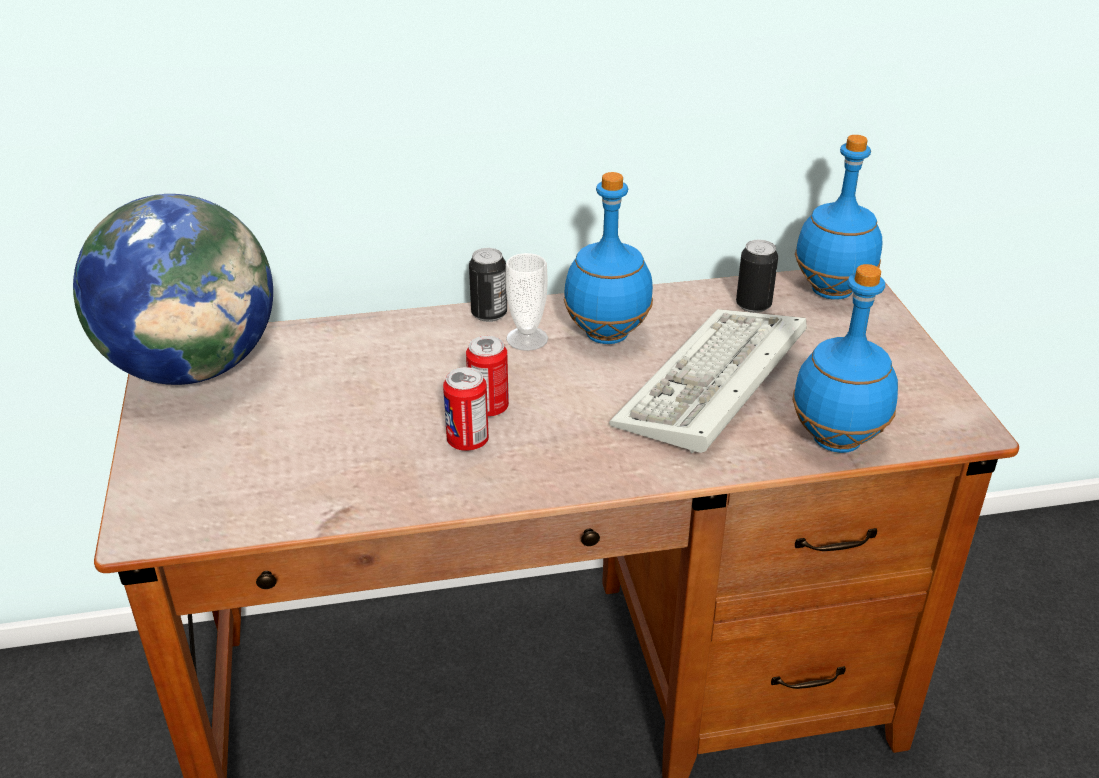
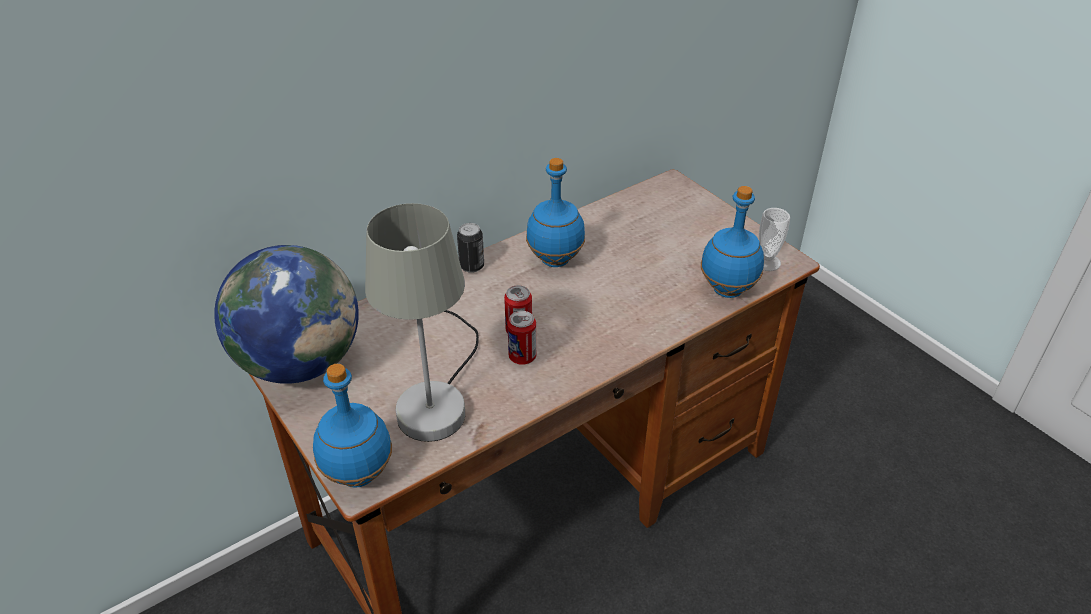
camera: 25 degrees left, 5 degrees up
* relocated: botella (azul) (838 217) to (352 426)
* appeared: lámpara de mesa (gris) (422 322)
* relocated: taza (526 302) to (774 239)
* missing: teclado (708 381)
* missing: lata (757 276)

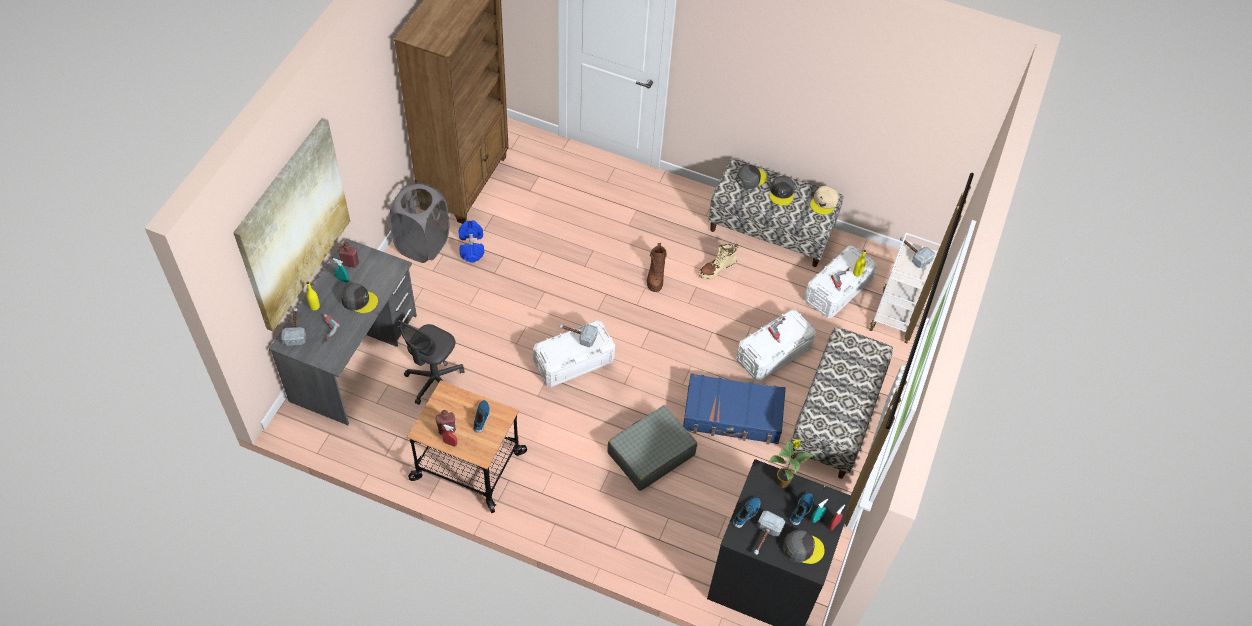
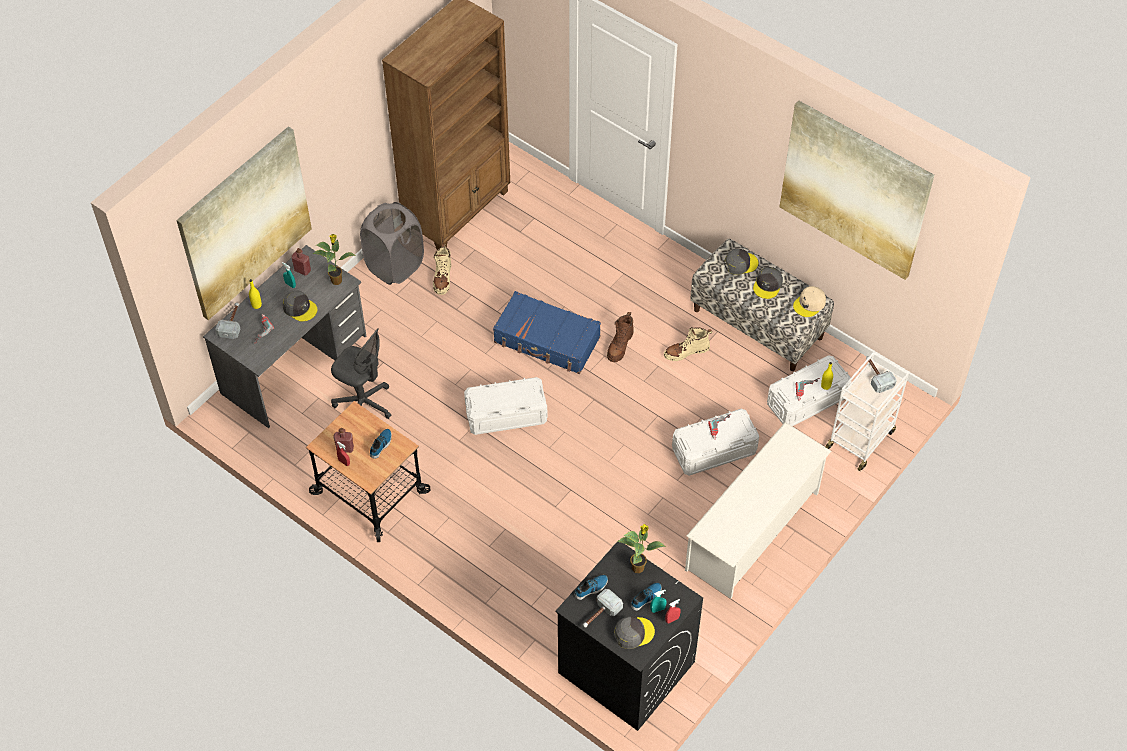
camera: 20 degrees right, 0 degrees up
* appeared: planta en maceta (333 259)
* spun: silla de oficina (gris) (431 362) = (361 373) 105 degrees counterclockwise
* exchanged: mancuerna (azul) (471 241) to bota (beis) (442 269)
* relocated: maleta (azul) (734 409) to (547 332)
* spun: gorra (gris) (804 547) = (634 632) 45 degrees counterclockwise
* exchanged: banco (842 403) to zapatero (blanco) (758 510)
* appeared: cuadro (857 190)
* missing: martillo (578 335)
* missing: maleta (gris) (652 448)

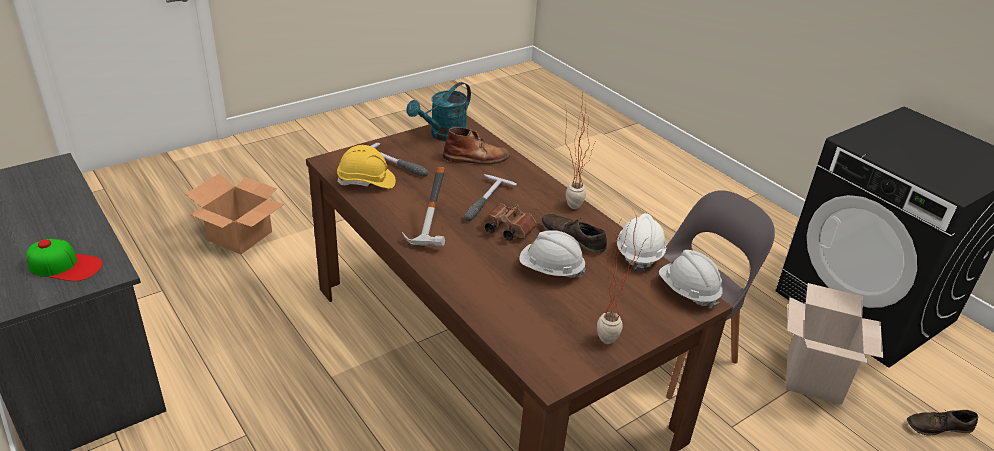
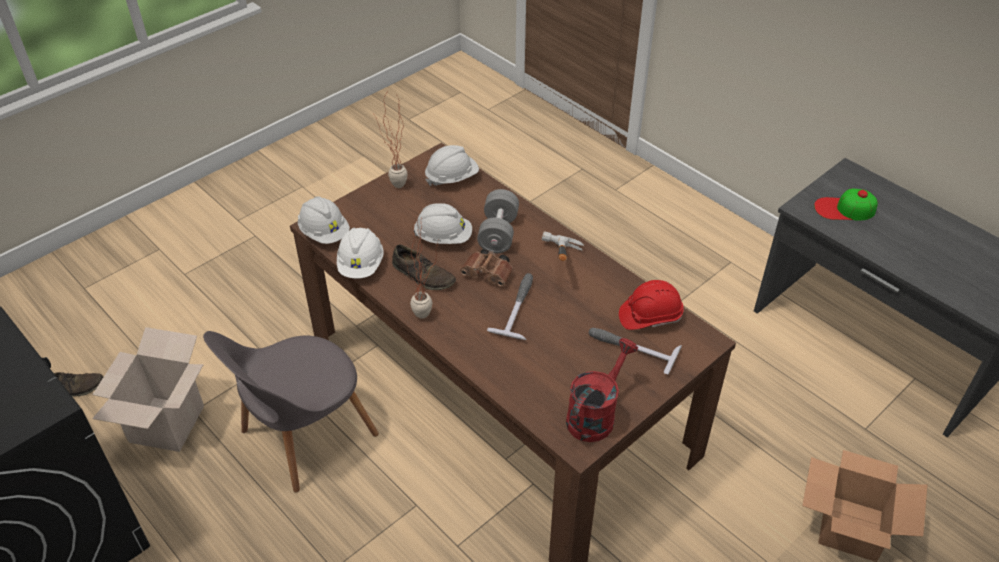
camera: 175 degrees right, 10 degrees up
* appeared: casco (blanco) (452 165)
* appeared: mancuerna (gris) (498 221)
* colour: regadera (turquesa) (438 112) to regadera (rojo) (602 390)
* colour: casco (amarillo) (366 167) to casco (rojo) (651 305)
* missing: bota (marrón) (476 145)

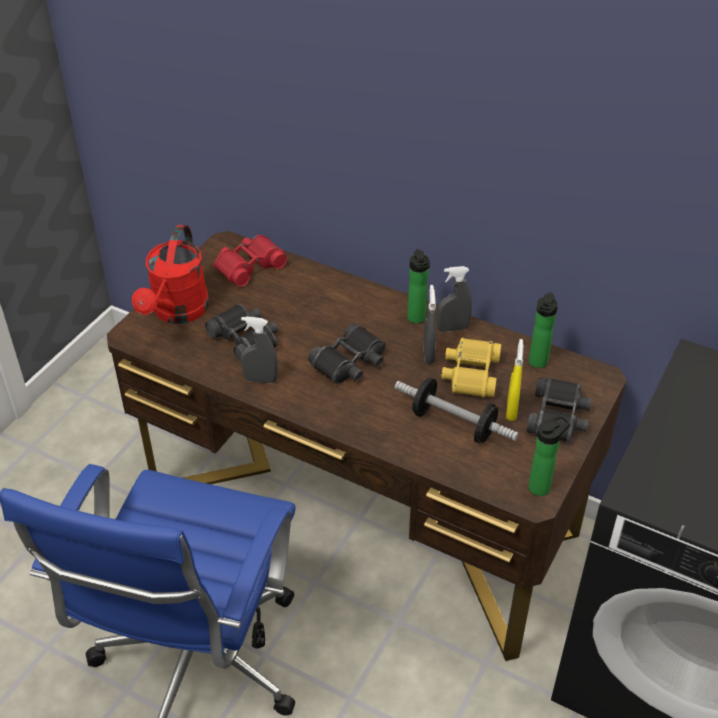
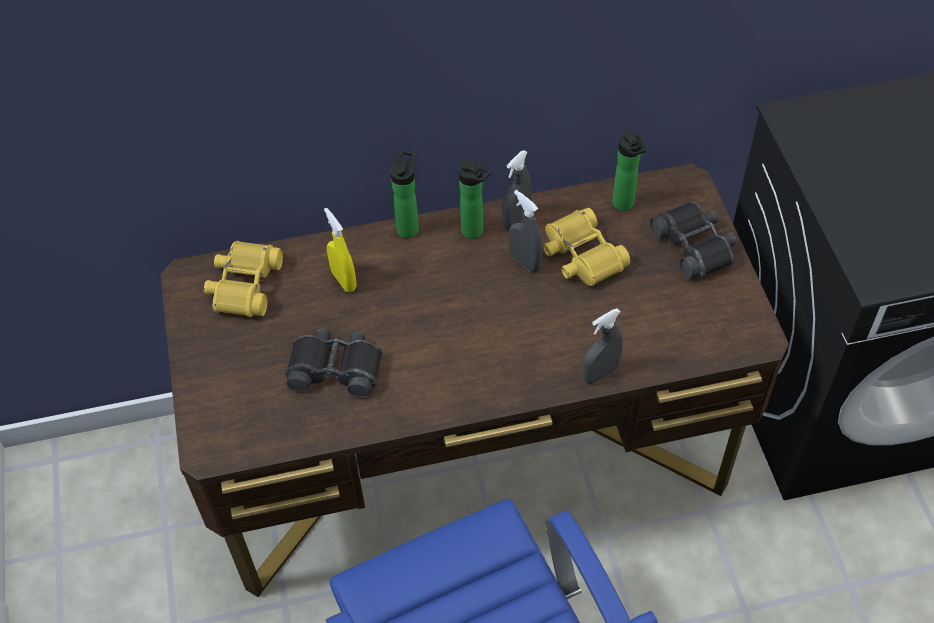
camera: 40 degrees left, 10 degrees up
* colour: prismáticos (rojo) (250 261) to prismáticos (amarillo) (243 279)
* relocated: pulverizador (amarillo) (515 380) to (340 250)
* relocated: botella (550 455) to (404 194)
* relocated: pulverizador (gris) (259 349) to (603 346)
* missing: regadera (rojo) (170 274)
* missing: prismáticos (negro) (347 353)
* missing: mancuerna (456 410)

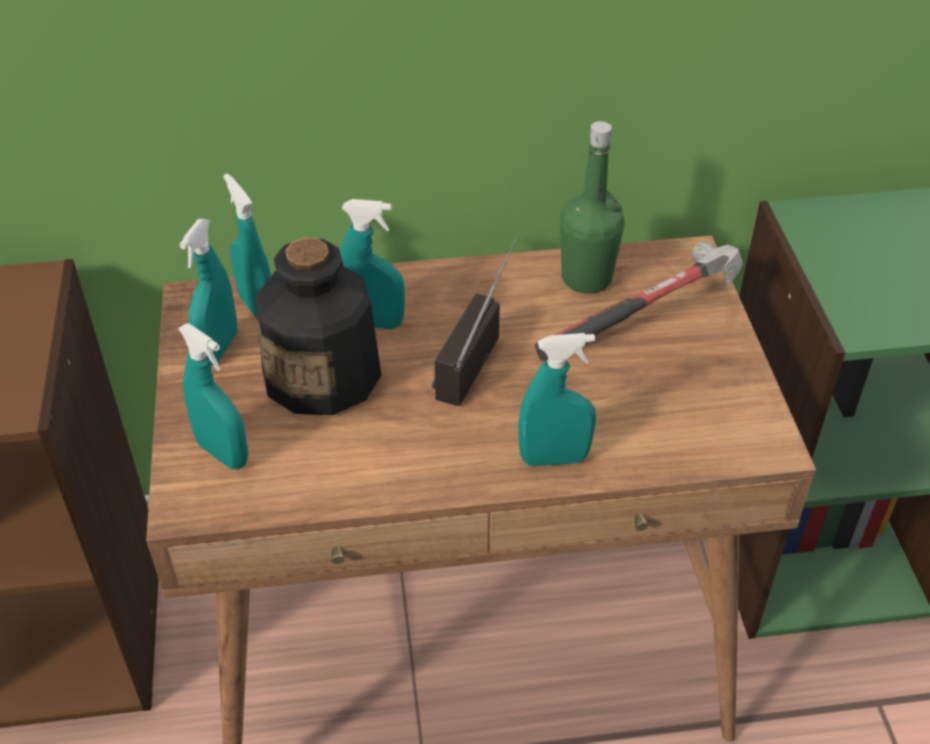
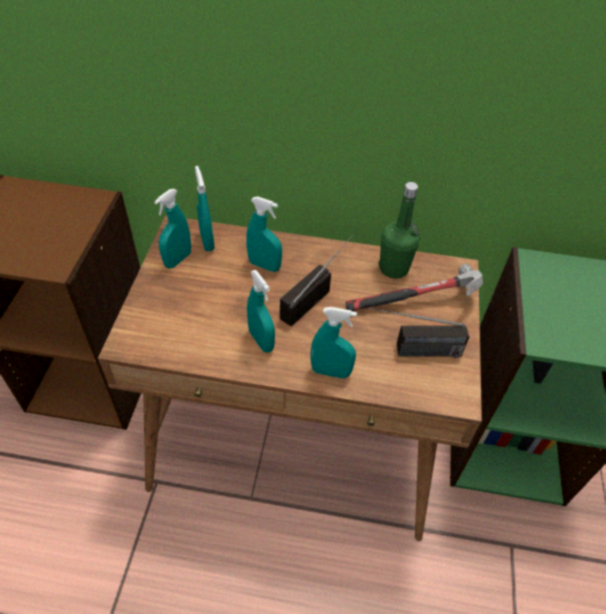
camera: 15 degrees right, 5 degrees up
* relocated: pulverizador (turquesa) (213 396) to (261 311)
* appeared: radio (419 333)
* missing: botella (318 326)

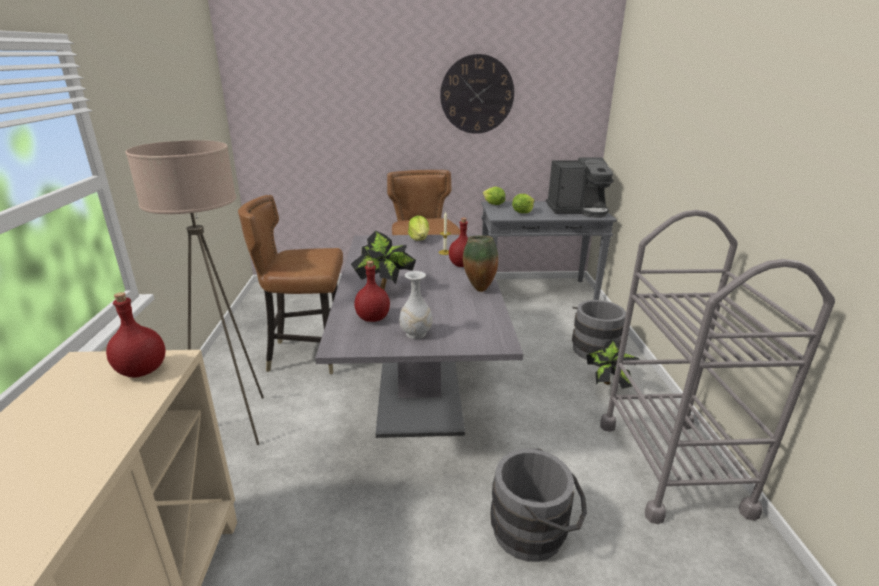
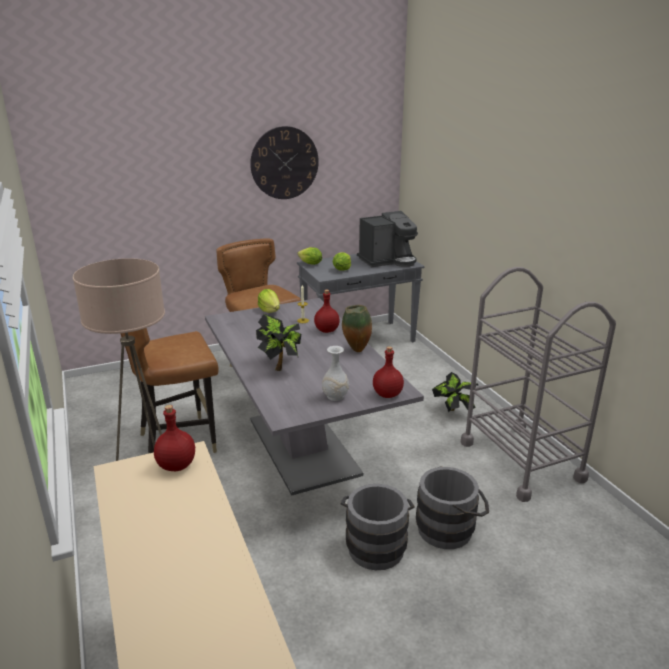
camera: 20 degrees left, 0 degrees up
* relocated: cubo (gris) (599 330) to (378 527)
* relocated: botella (rojo) (372 291) to (388 372)

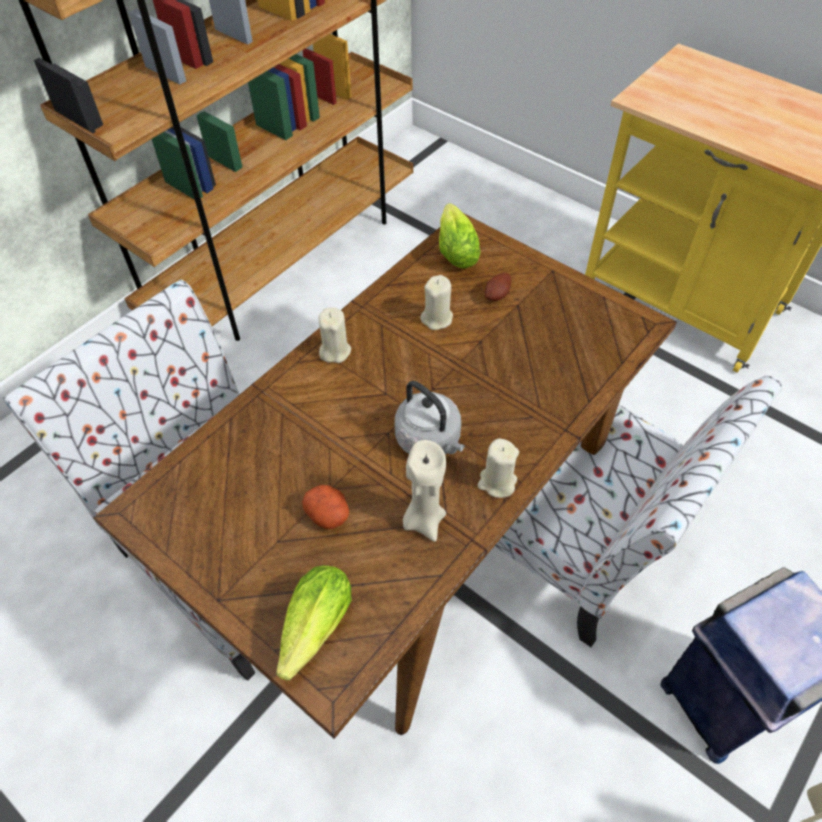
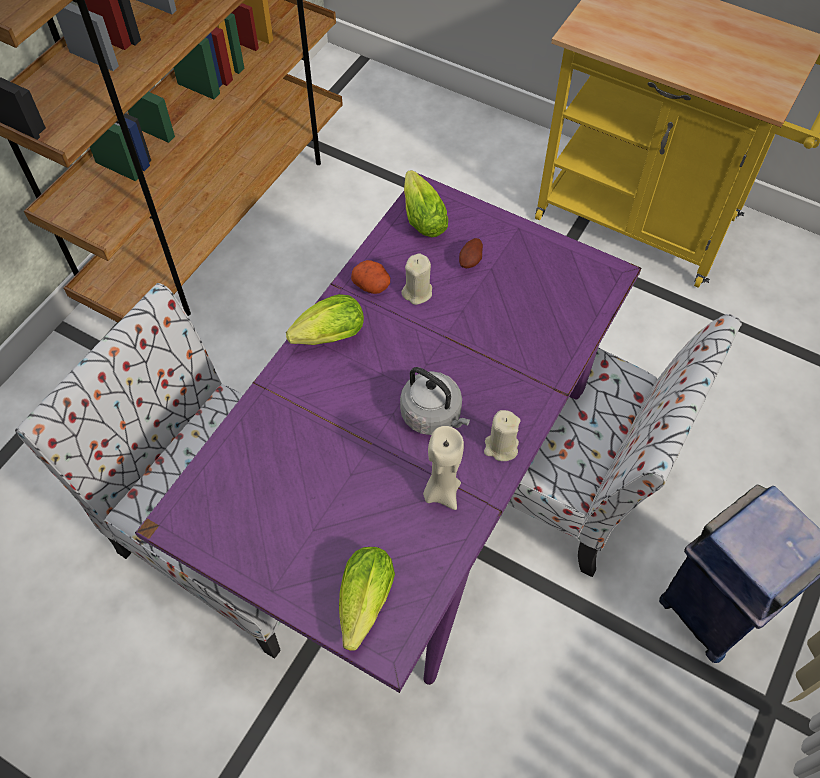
camera: 10 degrees left, 5 degrees up
* colour: mesa de comedor (marrón) (385 476) to mesa de comedor (morado) (388 433)
* exchanged: vela (beis) (334 335) to lechuga (325 319)
* relocated: patata (325 507) to (370 277)

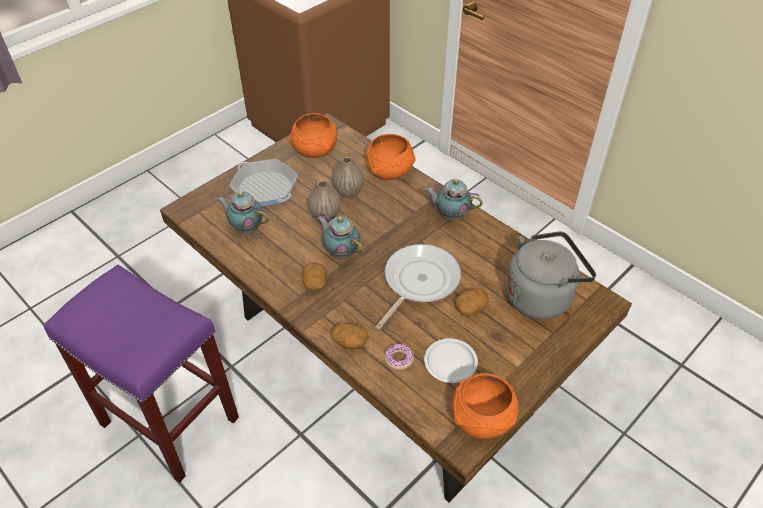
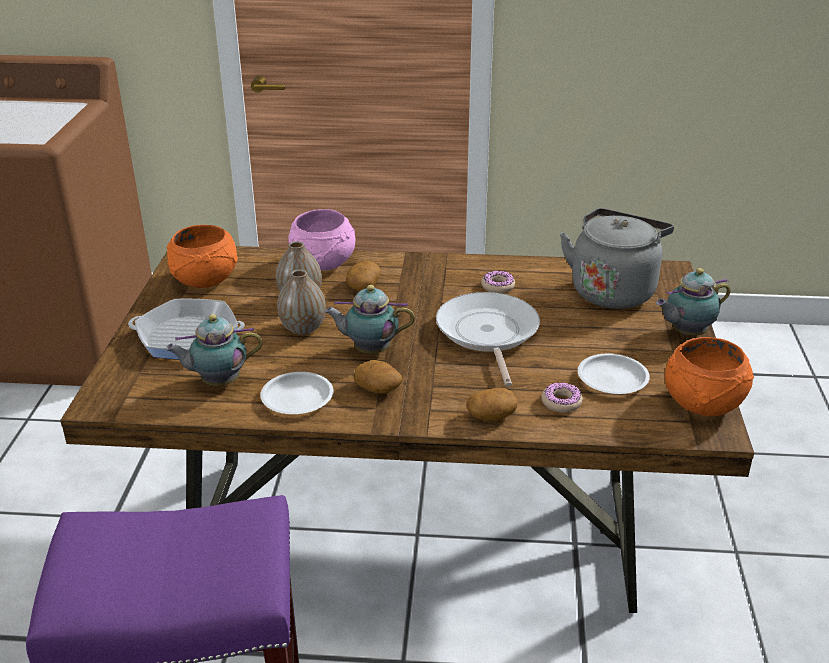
camera: 40 degrees left, 15 degrees down
* appeared: plato (blanco) (297 393)
* colour: cuenco (naranja) (391 157) to cuenco (rosa) (321 240)
* relocated: patata (472 302) to (363 275)
* appeared: rosquilla (498 282)
* relocated: tetera (453 200) to (693 301)

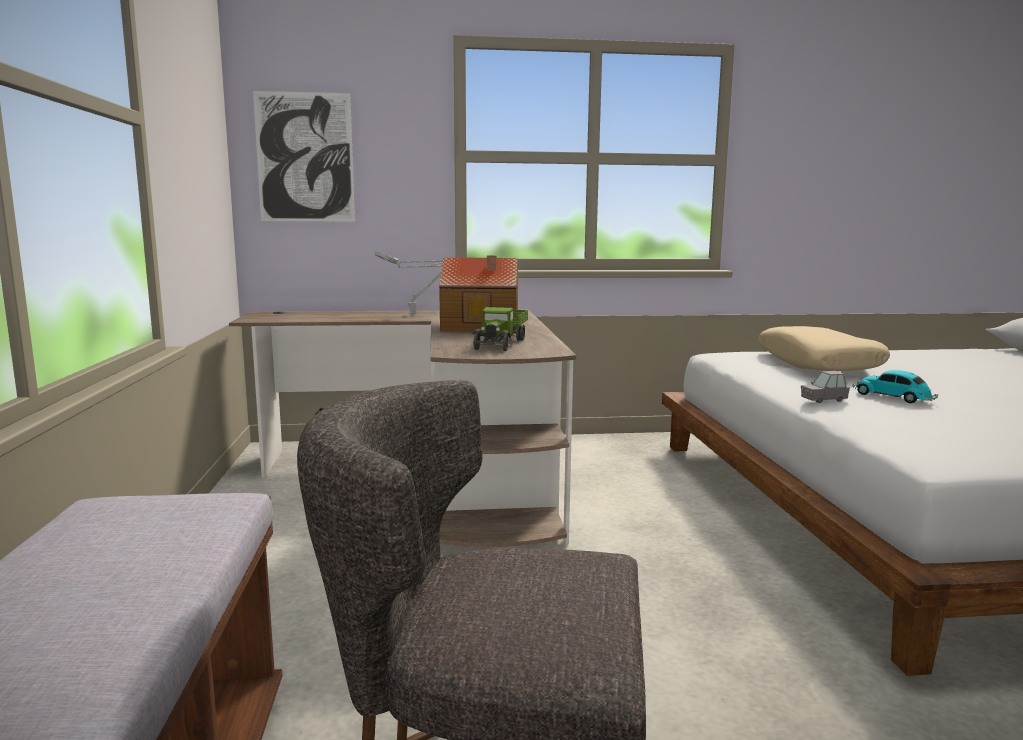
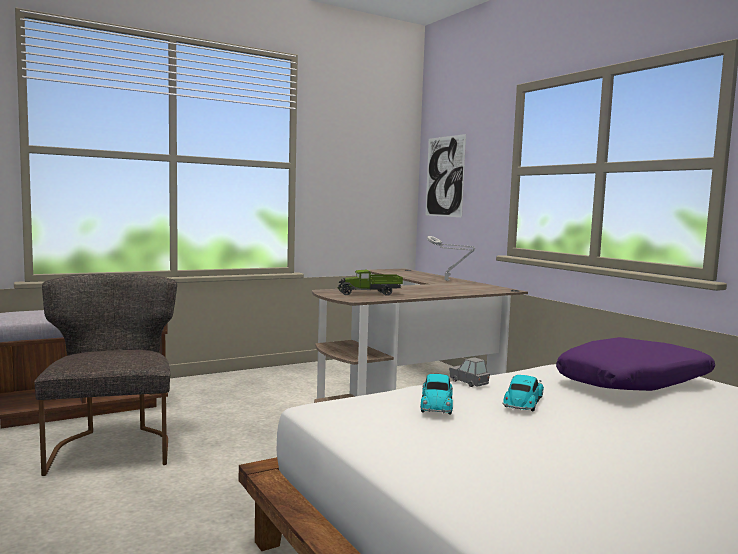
camera: 65 degrees right, 5 degrees down
* appeared: coche de juguete (436 394)
* colour: cojín (beis) (824 348) to cojín (morado) (635 364)
* missing: casita (478 293)

